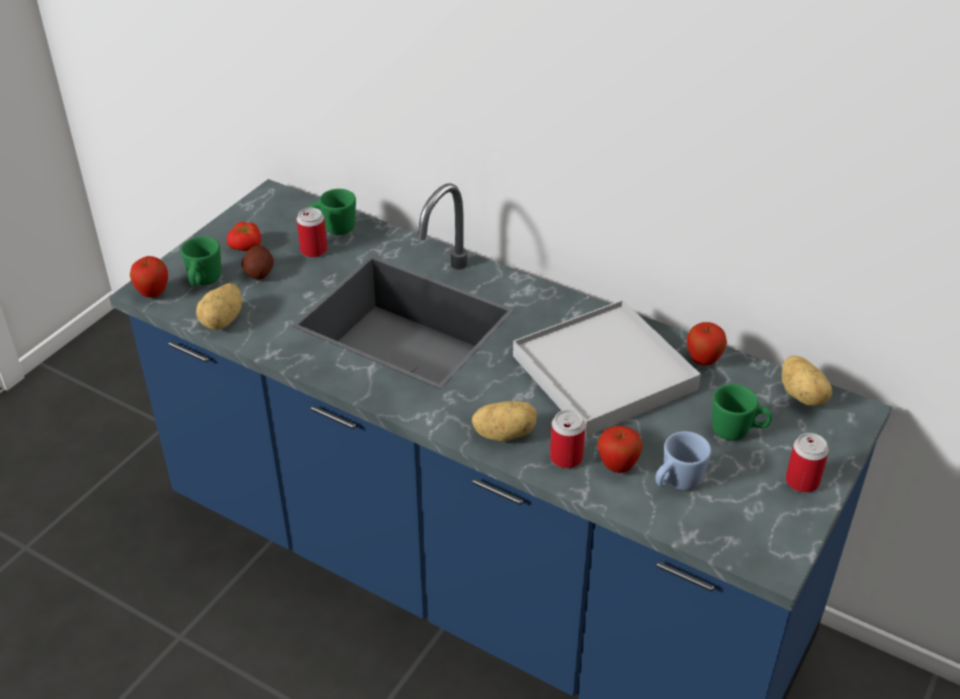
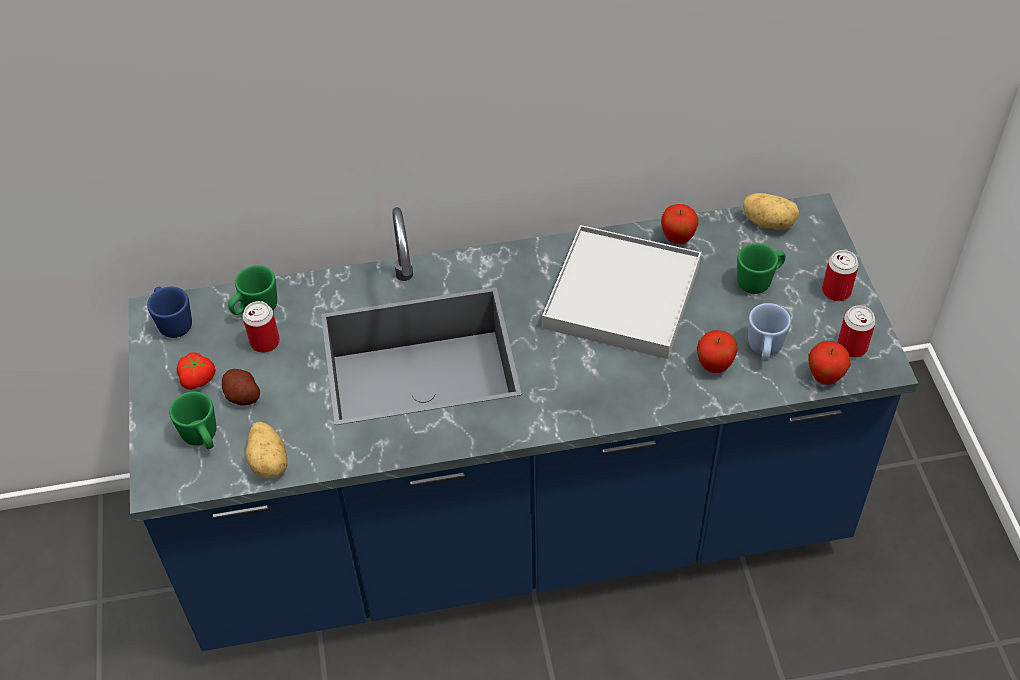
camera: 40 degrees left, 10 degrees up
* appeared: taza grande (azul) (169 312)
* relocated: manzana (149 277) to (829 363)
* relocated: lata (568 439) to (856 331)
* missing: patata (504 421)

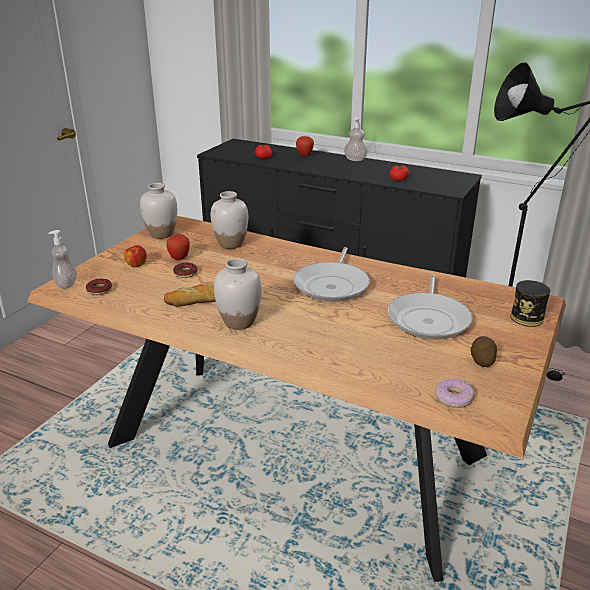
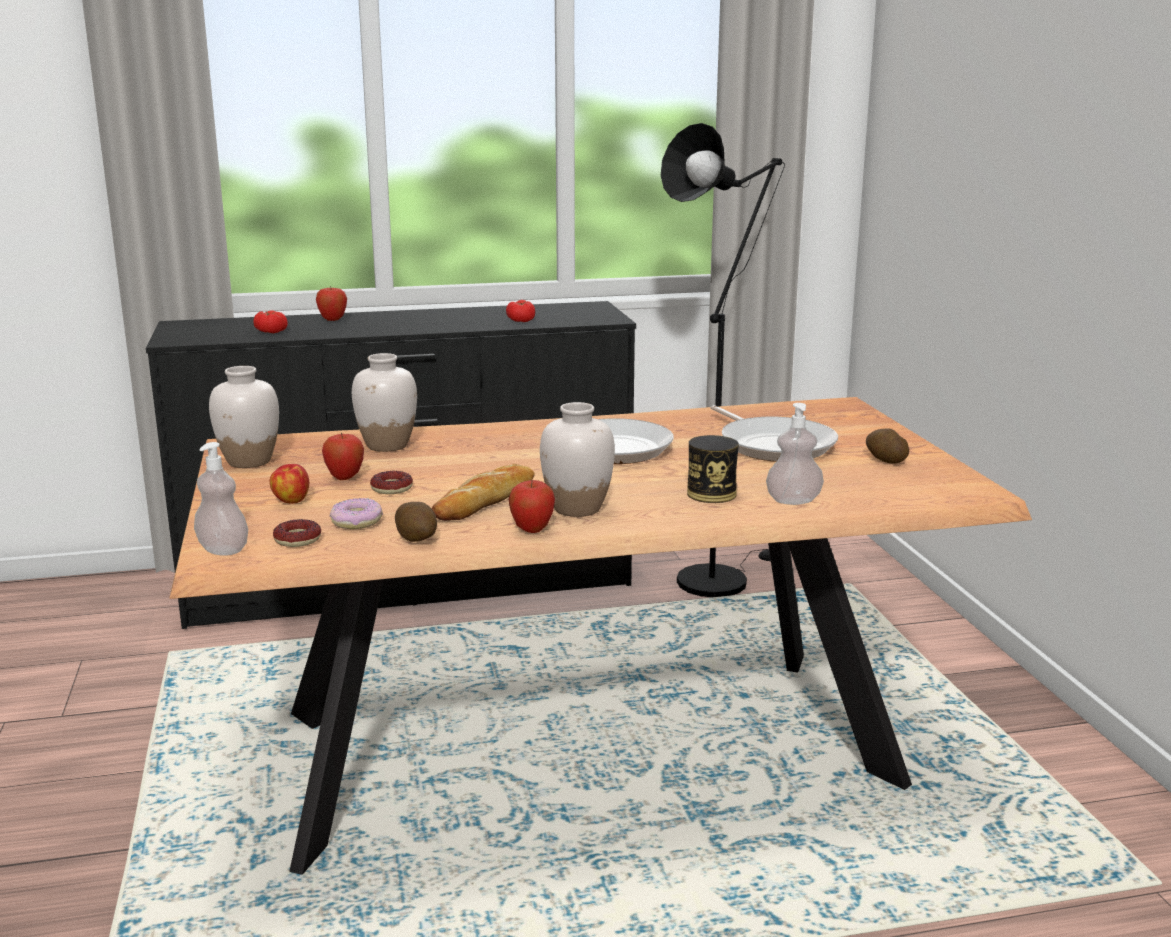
camera: 40 degrees left, 10 degrees down
* relocated: rosquilla (454 393) to (356 513)
* appeared: patata (416 522)
* appeared: manzana (531 506)
* relocated: lata (530 303) to (713 469)
* relocated: dispensador de jabón (355 139) to (795 454)

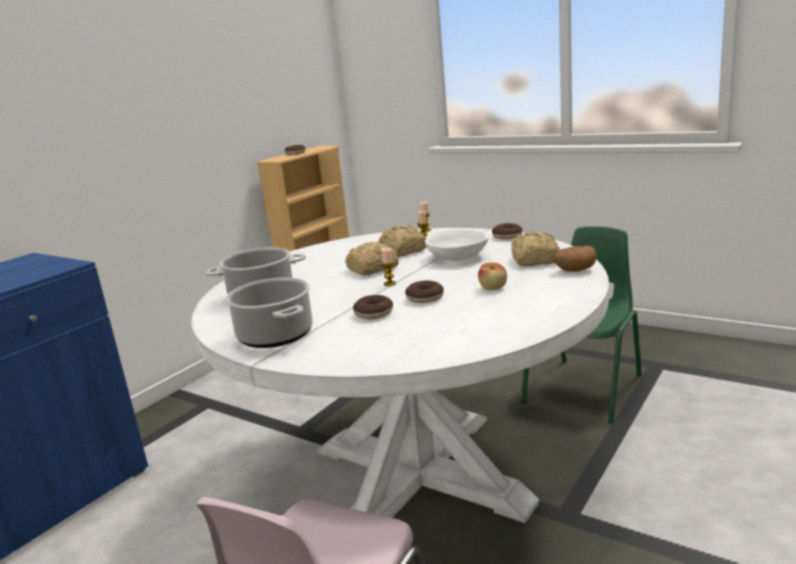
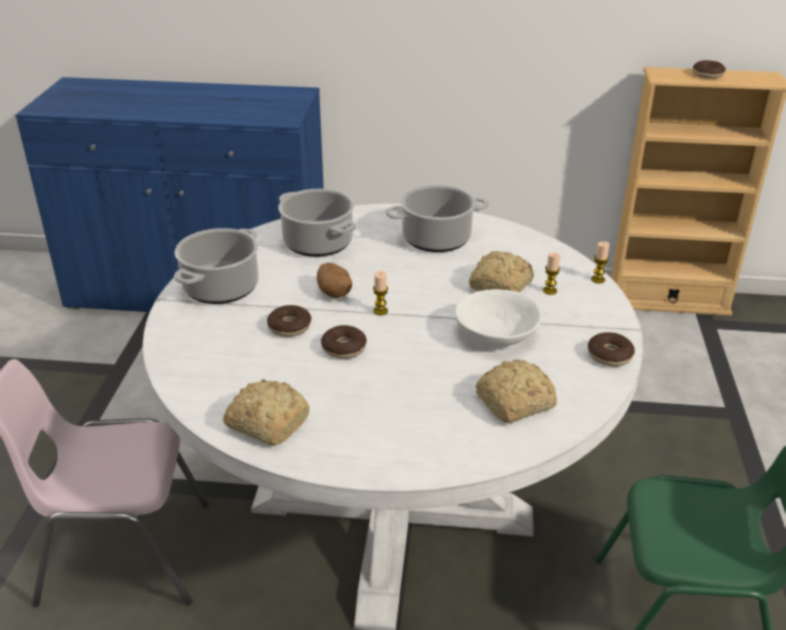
camera: 60 degrees right, 15 degrees up
* relocated: pan (372 259) to (266 412)
* relocated: patata (574 259) to (334 280)
* appeared: olla (437 218)
* missing: manzana (492 276)

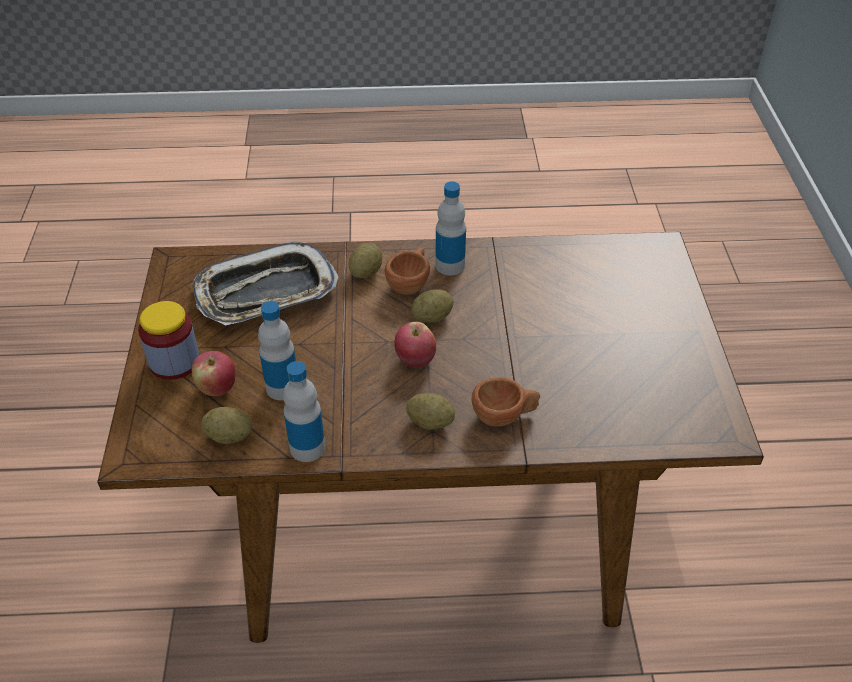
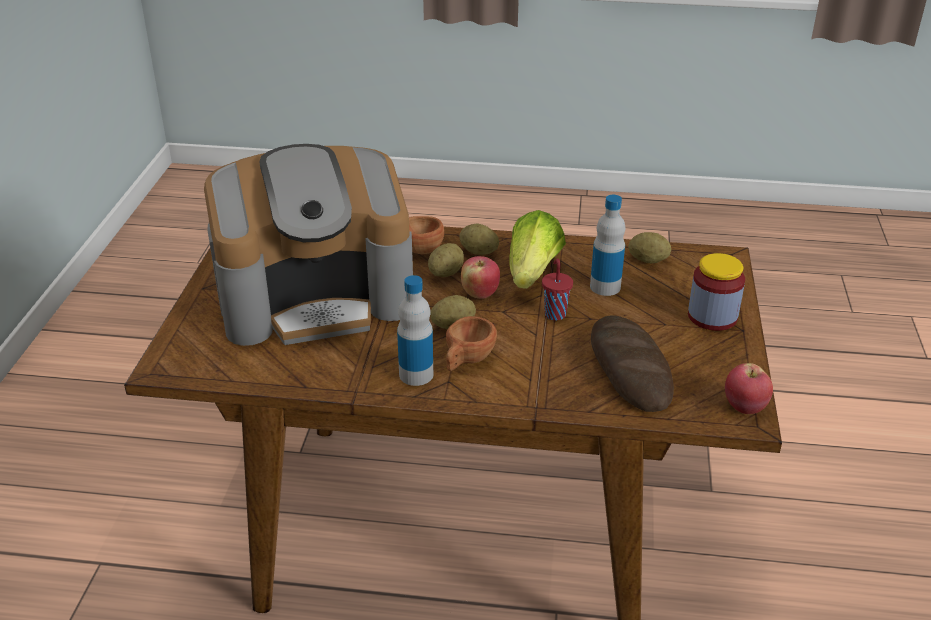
camera: 170 degrees left, 10 degrees down
* appeared: cafetera (308 245)
* relocated: patata (365 260) to (446 260)
* appeared: lechuga (537 249)
* appeared: taza (rojo) (557 289)
* exchanged: bandeja (266 283) to pan (632 363)
* relocated: manzana (213 373) to (749 388)
* missing: botella (304 411)

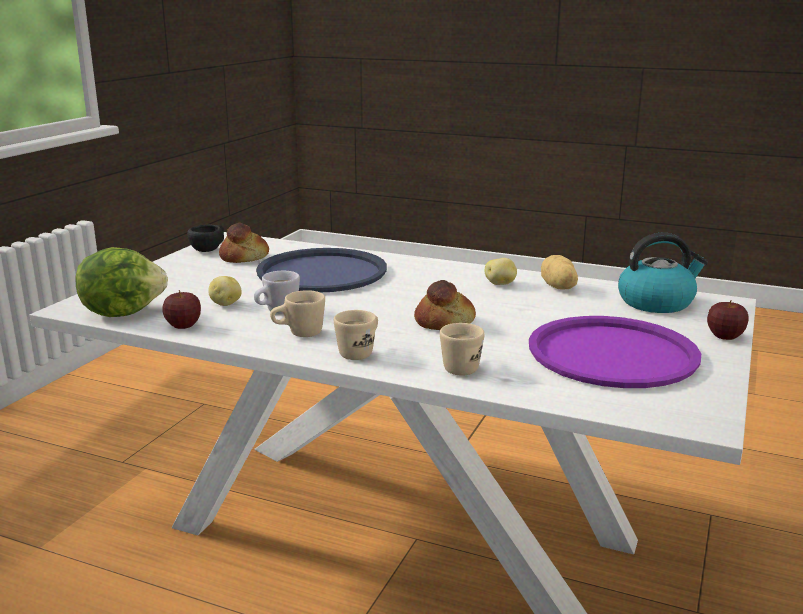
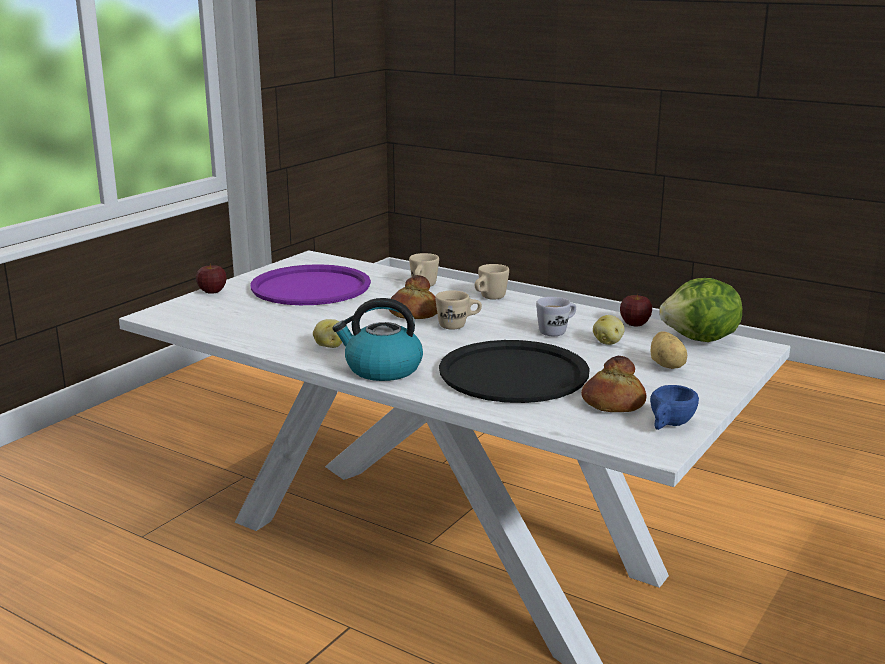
camera: 170 degrees left, 0 degrees up
* relocated: hervidor (663 273) to (378 339)
* relocated: taza grande (beis) (297 313) to (458 309)
* colour: bandeja (azul) (321 270) to bandeja (negro) (514 371)
* relocated: patata (559 272) to (668 350)
* colour: taza (negro) (205 238) to taza (azul) (674 407)

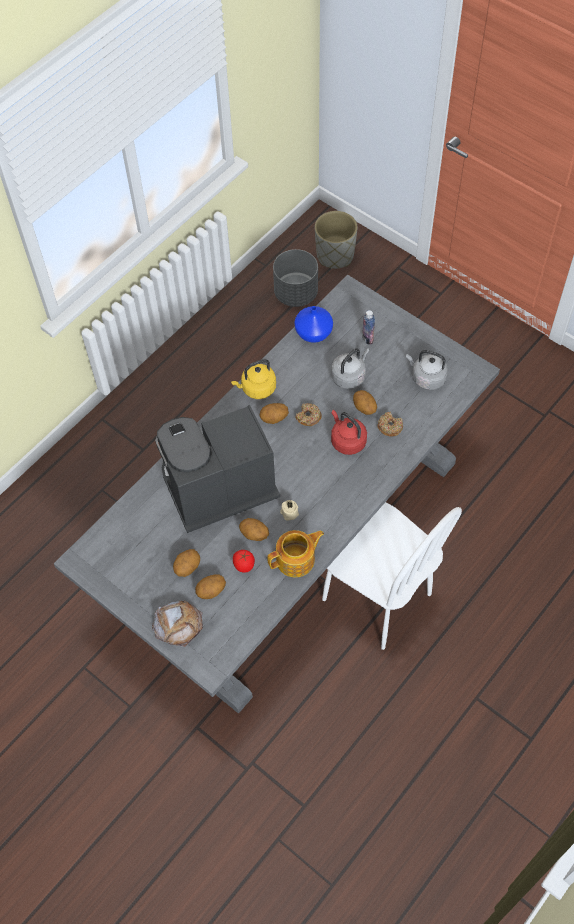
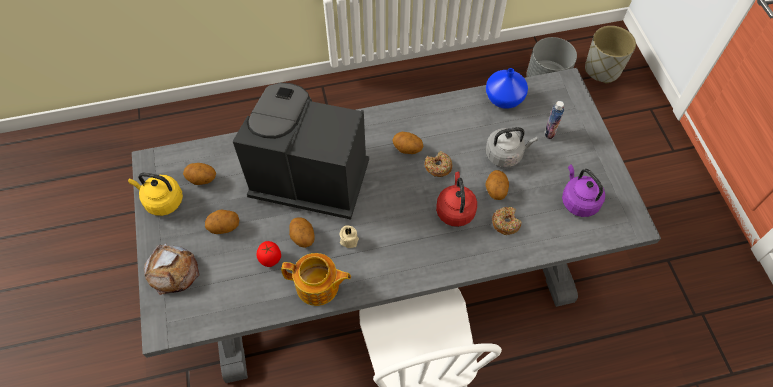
camera: 35 degrees right, 0 degrees up
* relocated: hervidor (amarillo) (253 379) to (155 194)
* relocated: patata (210 586) to (199 174)
* colour: hervidor (gris) (427 370) to hervidor (morado) (583 190)

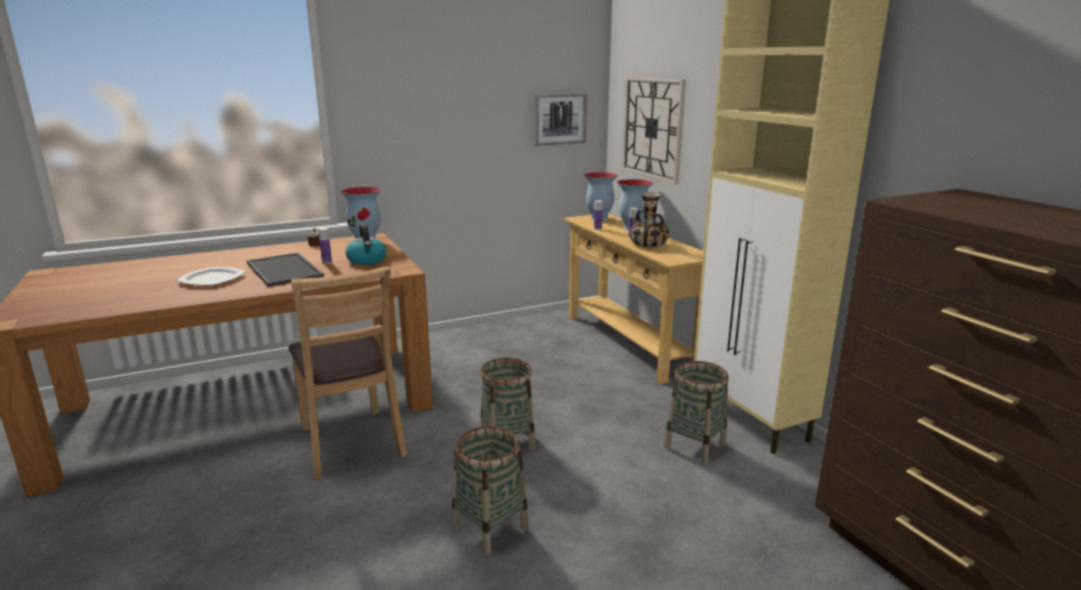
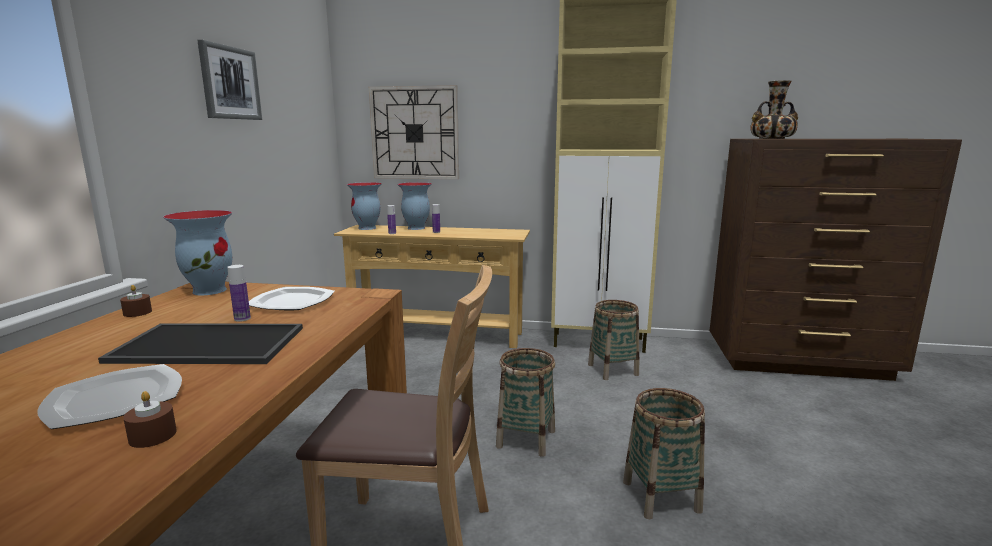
camera: 55 degrees left, 5 degrees down
* appeared: vela (marrón) (150 419)
* relocated: cuadro (560 119) to (229 80)
* exchanged: hervidor (366 244) to plato (291 299)
* relocated: florero (649 220) to (774 109)

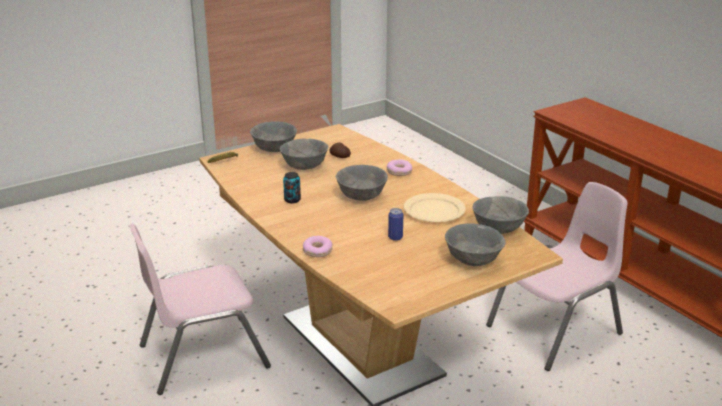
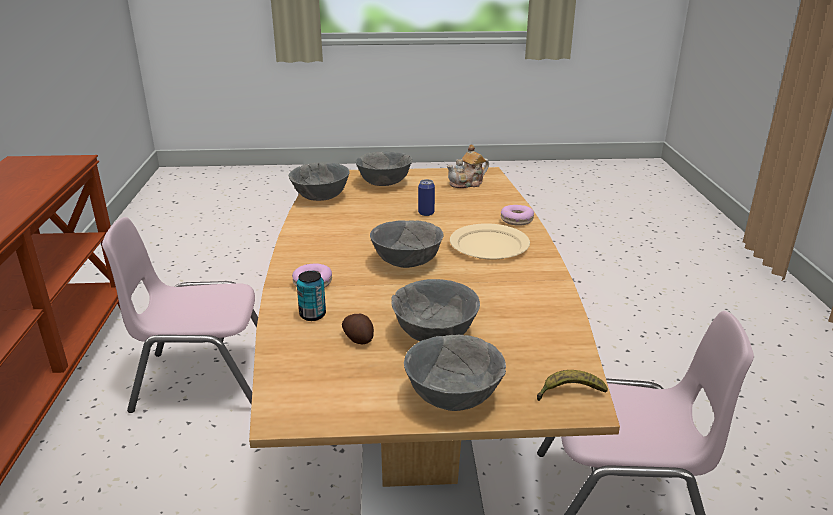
camera: 150 degrees left, 0 degrees up
* relocated: lata (292 187) to (311 296)
* appeared: tetera (467 166)
* relocated: plato (beis) (435 207) to (490 241)

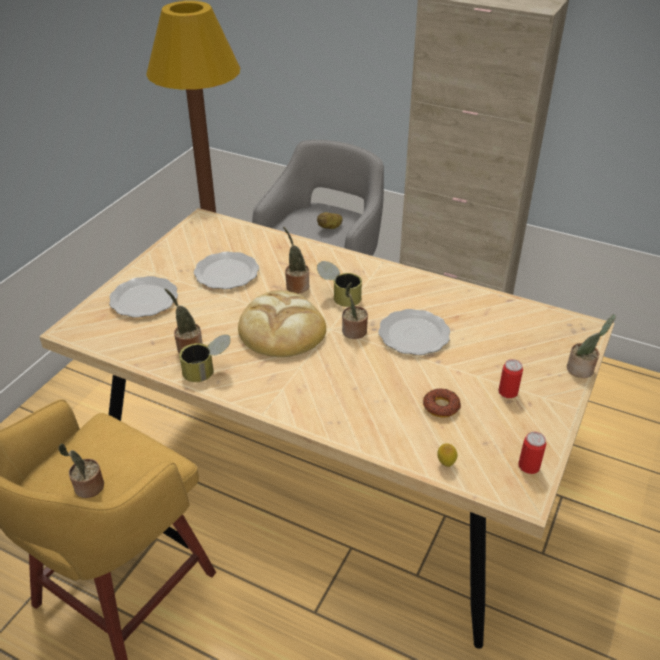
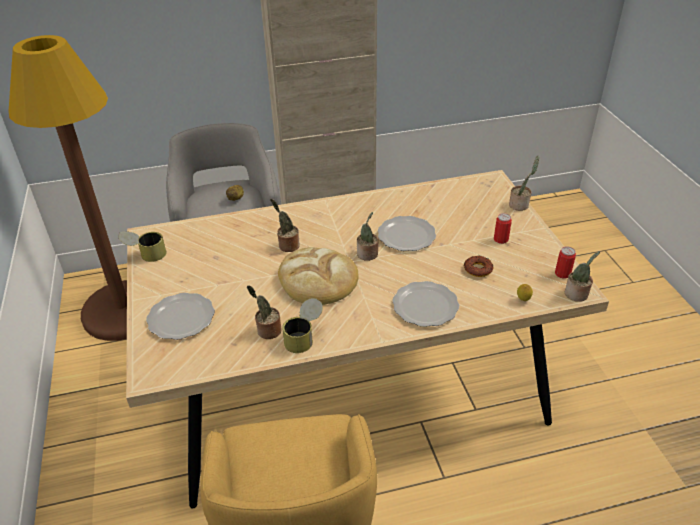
camera: 40 degrees left, 0 degrees up
* relocated: lata (339 284) to (142 247)
* relocated: plato (226 270) to (425 304)
* relocated: planta en maceta (81 470) to (582 276)

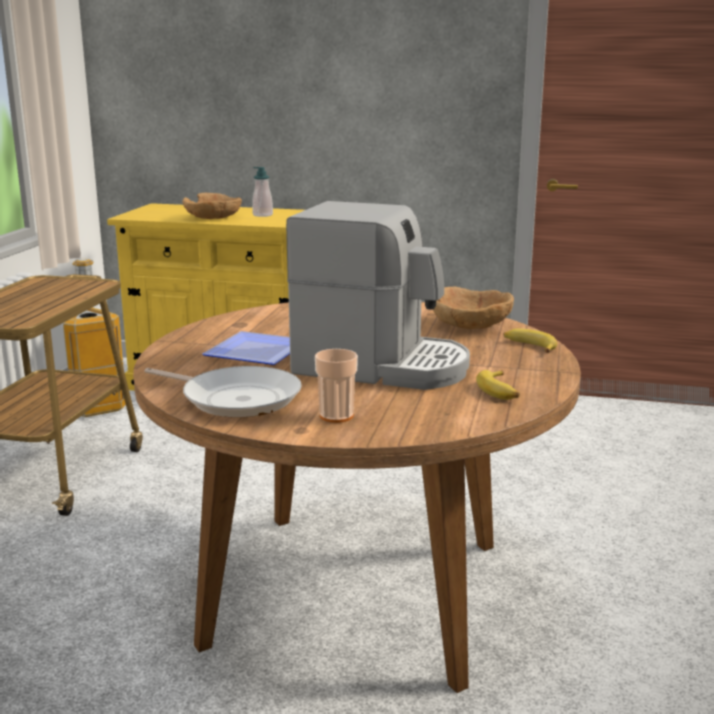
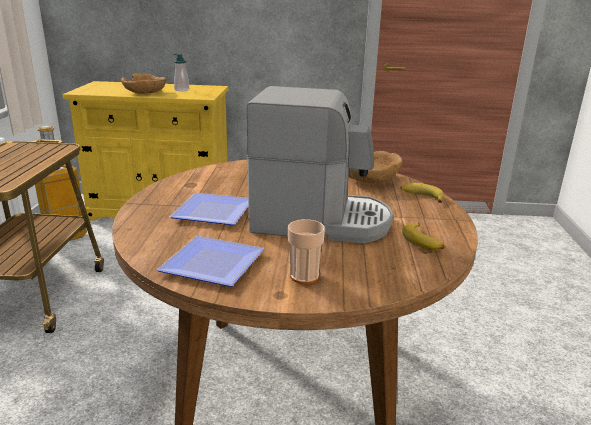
camera: 10 degrees left, 5 degrees up
* exchanged: sartén (223 392) to plato (211 261)

